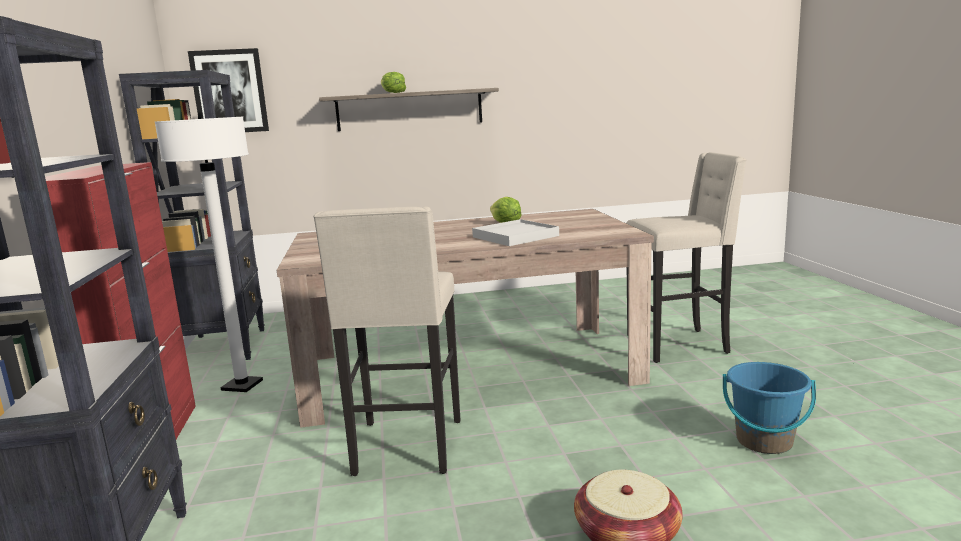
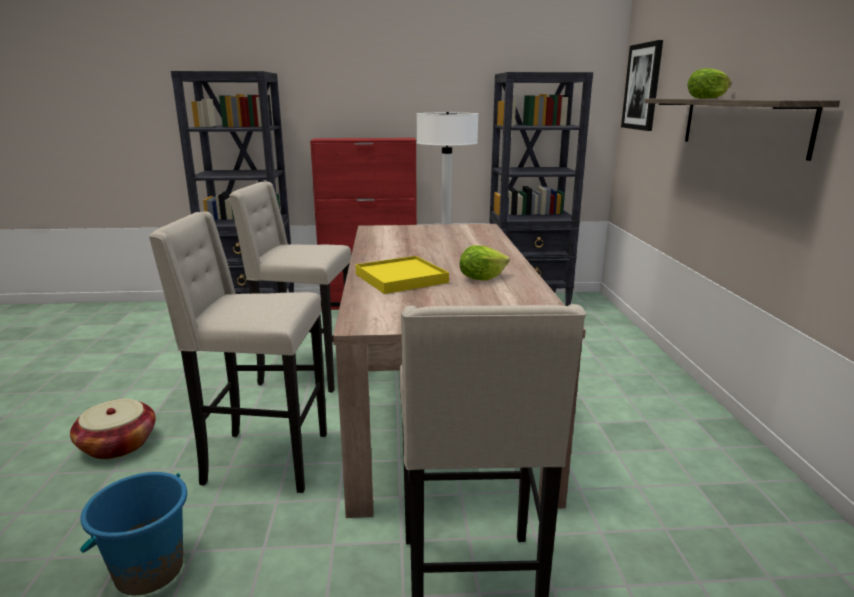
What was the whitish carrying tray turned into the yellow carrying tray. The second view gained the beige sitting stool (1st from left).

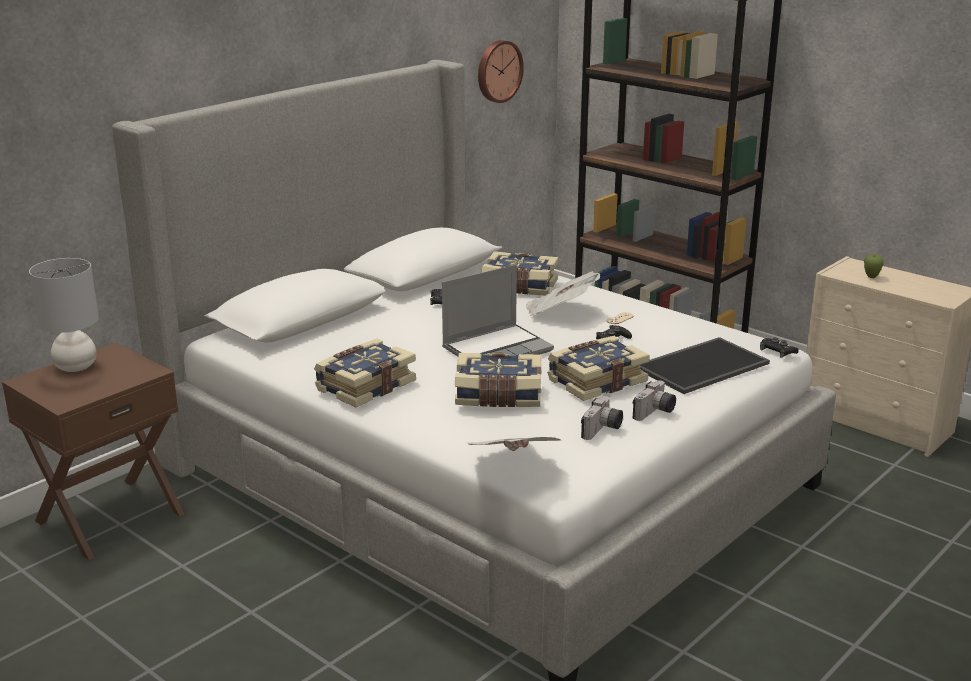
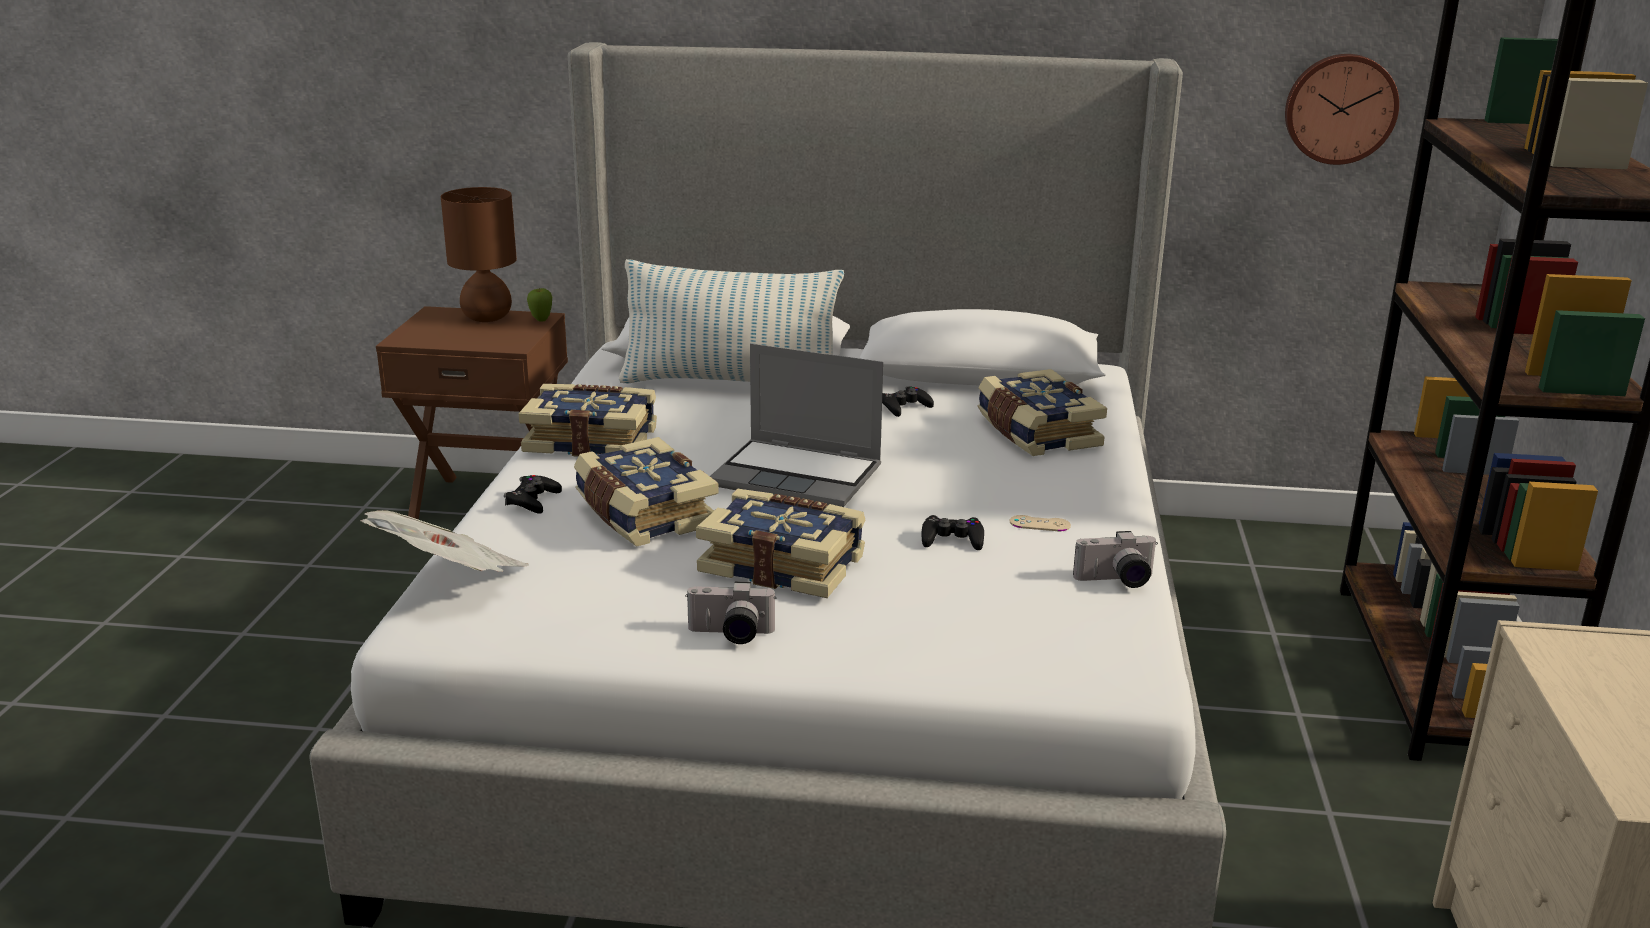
What was the greyish lamp for a table turned into the brown lamp for a table. The second view lost the daily paper (2nd from left). The photo camera (1st from left in the first image) ended up elsewhere. The second view lost the carrying tray. The black joypad (3rd from left in the first image) ended up elsewhere. The apple fruit ended up elsewhere. The second view gained the throw pillow.

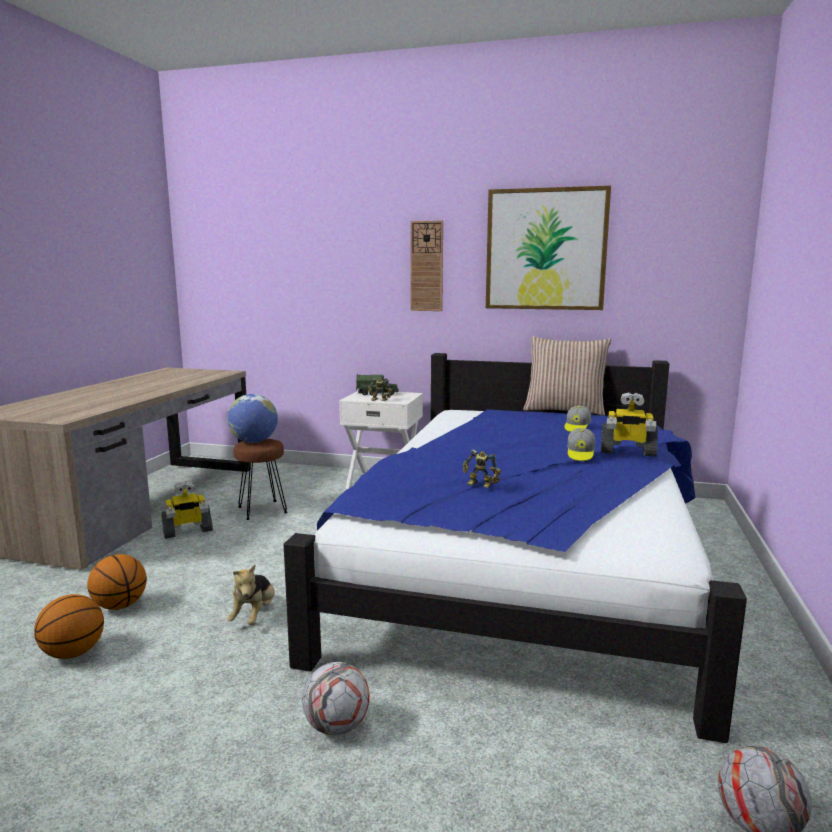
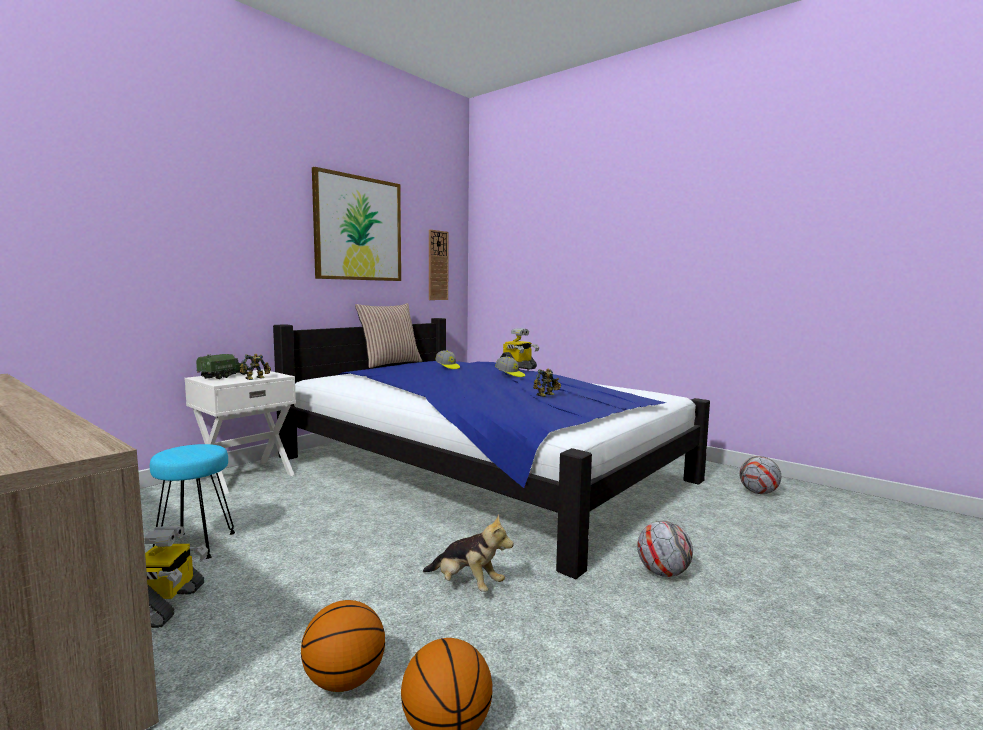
The second view lost the world globe. What was the brown sitting stool turned into the blue-green sitting stool. The wall clock ended up elsewhere.

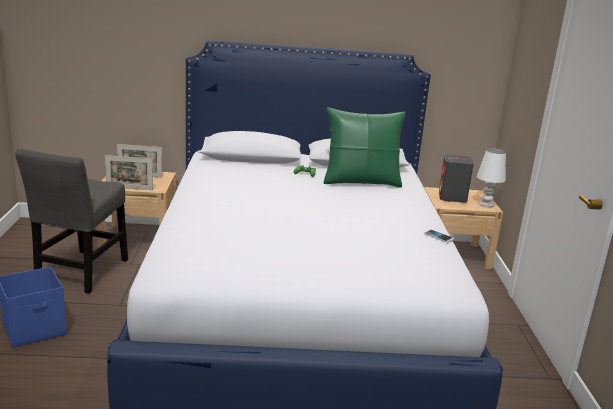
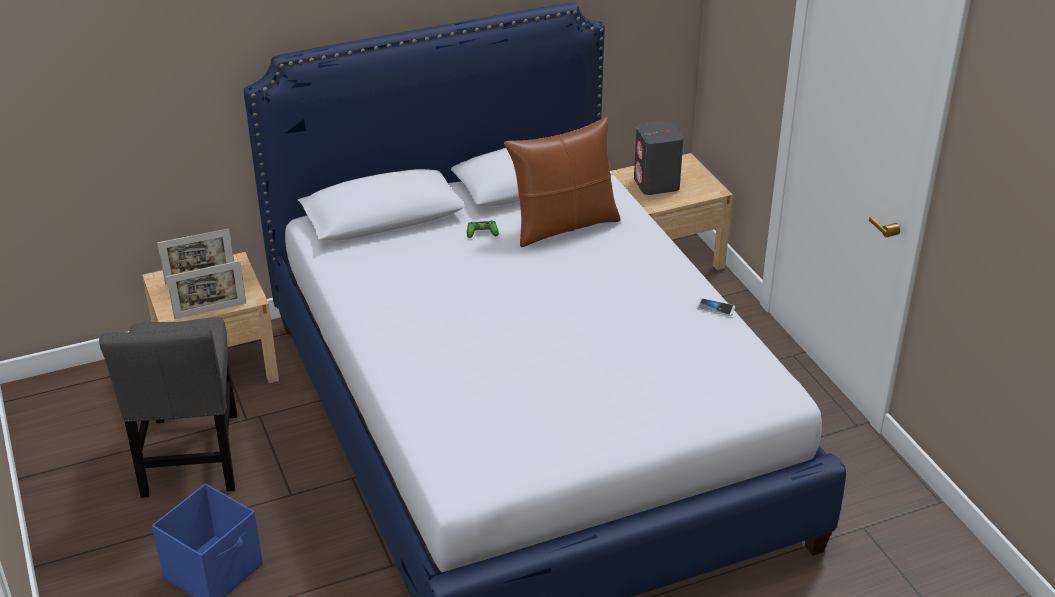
What was the green-coloured throw pillow turned into the brown throw pillow. The second view lost the whitish lamp for a table.

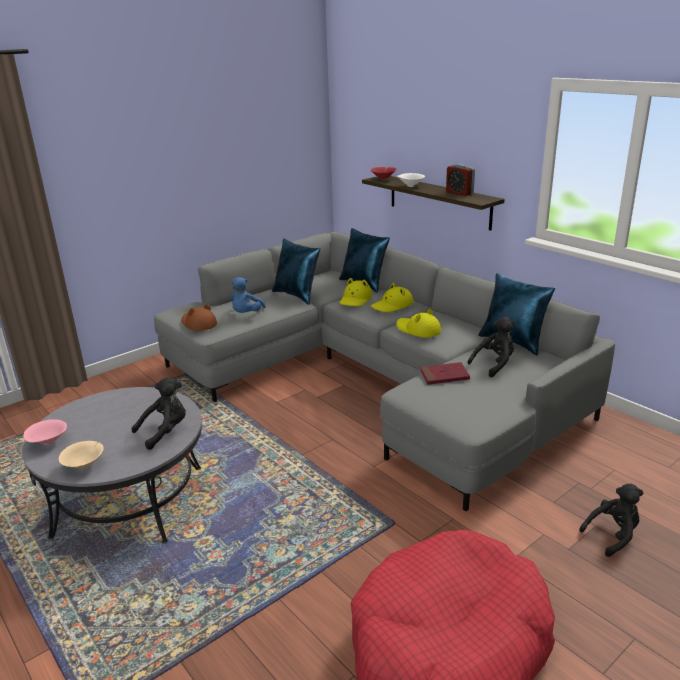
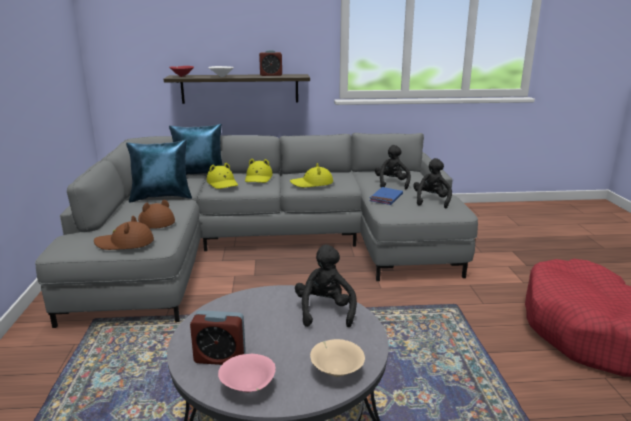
Where the blue-coloured soft toy stood, the brown wearable hat (2nd from left) came to stand. What was the reddish bound book turned into the blue-coloured bound book. The second view lost the blue-coloured throw pillow (3rd from left). The black soft toy (3rd from left) ended up elsewhere. The second view gained the bedside clock (1st from left).

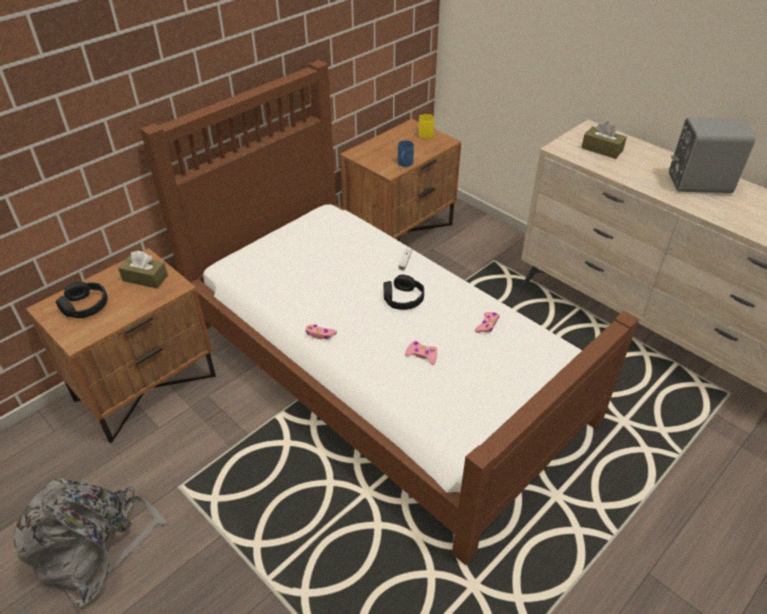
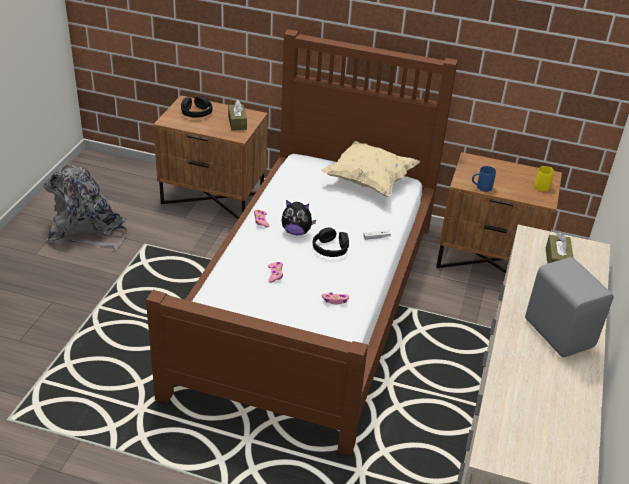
The second view gained the soft toy. The second view gained the beige throw pillow.

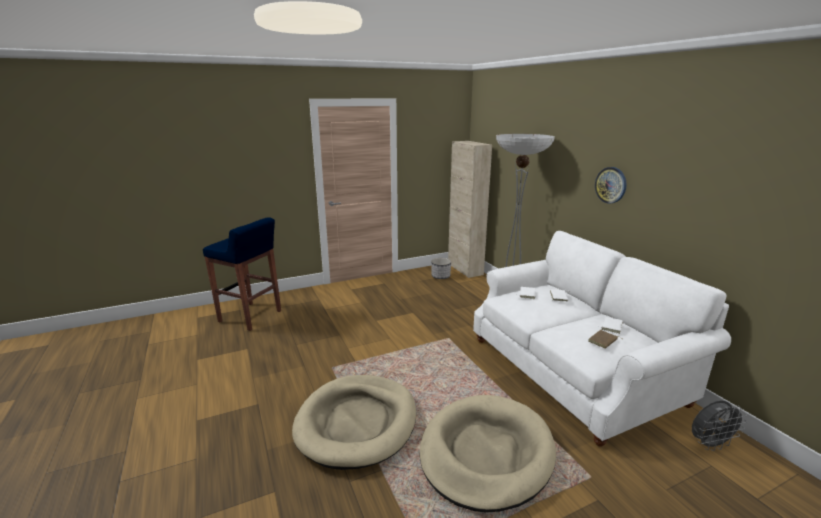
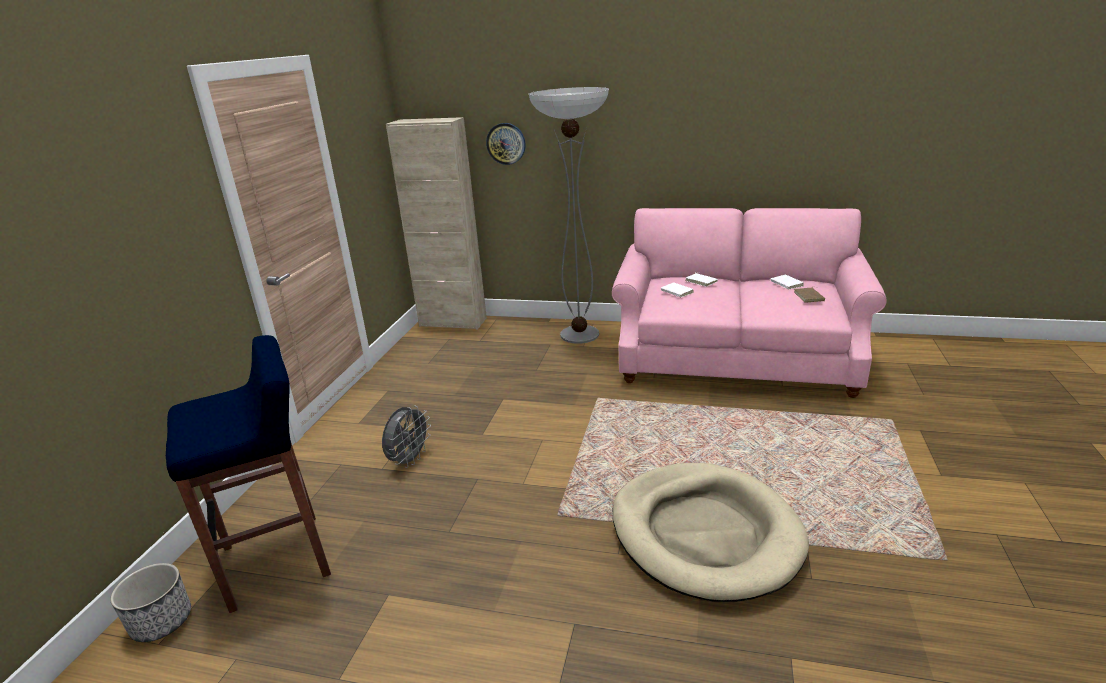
The second view lost the beige dog bed (2nd from left). The planter ended up elsewhere. What was the whitish sofa turned into the pinkish sofa. The wall clock ended up elsewhere. The greyish electric fan ended up elsewhere.

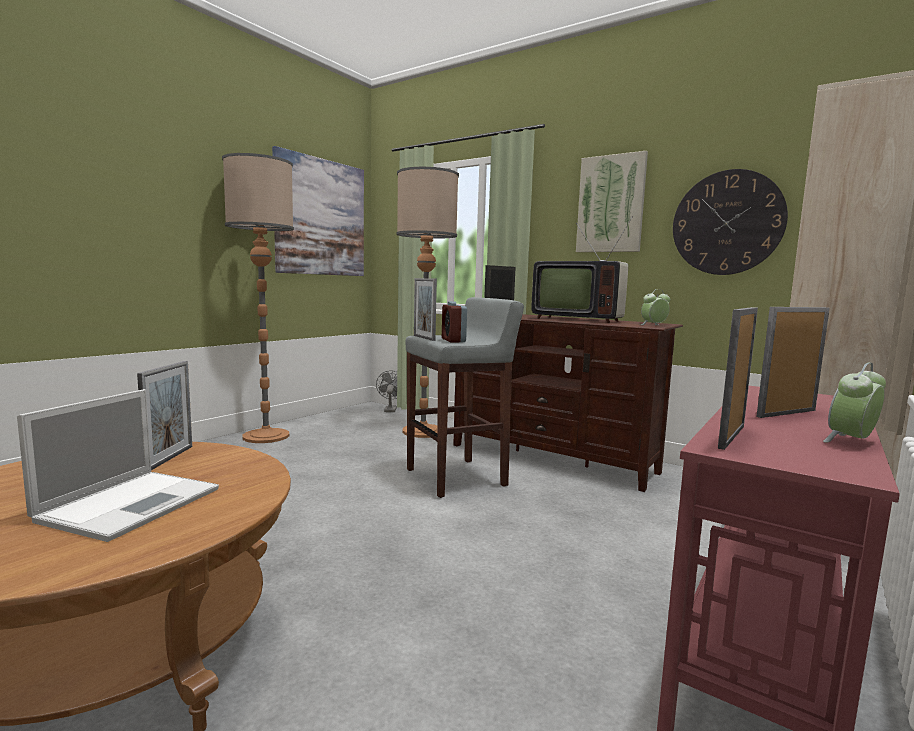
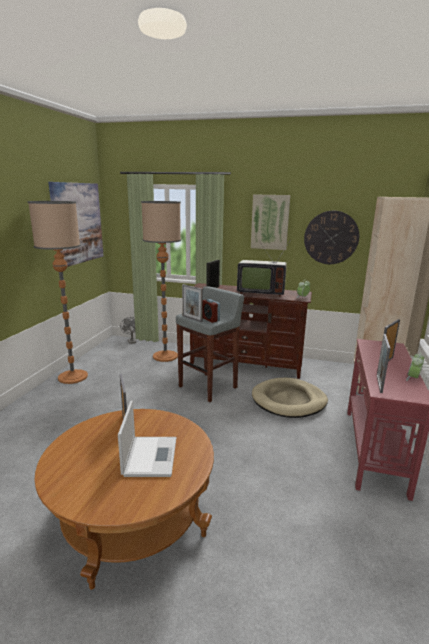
The second view gained the beige dog bed.

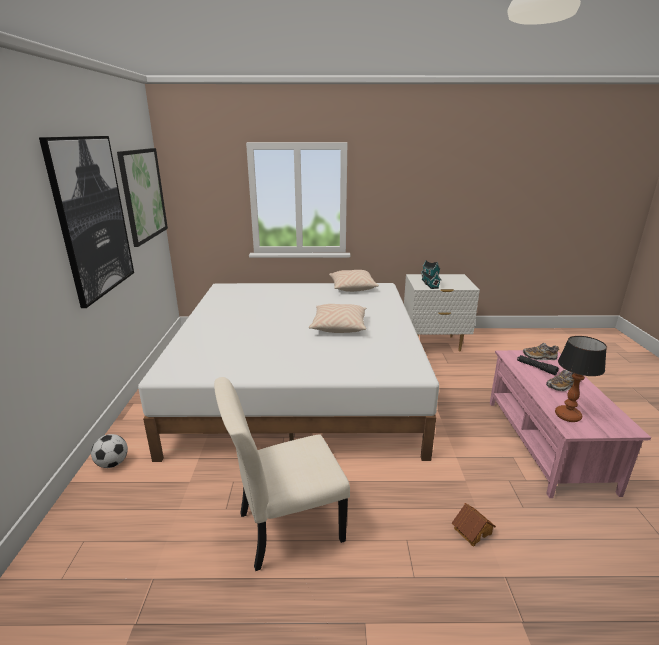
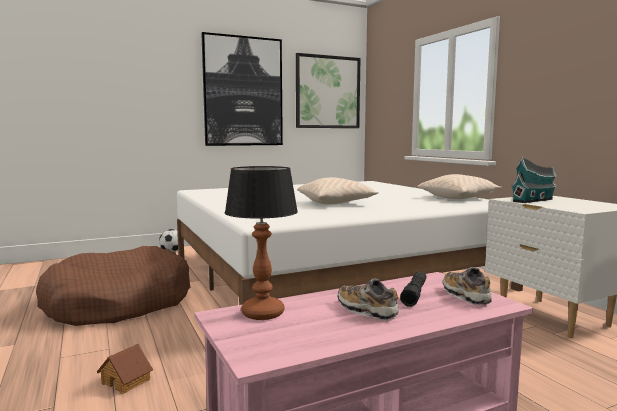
Where the beige chair stood, the brown dog bed came to stand.

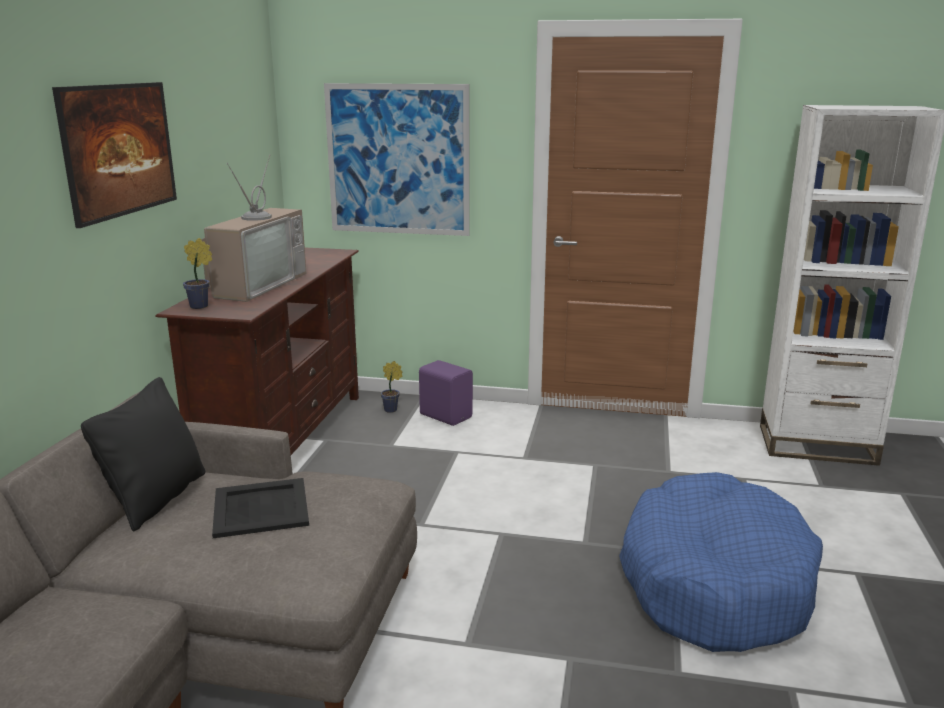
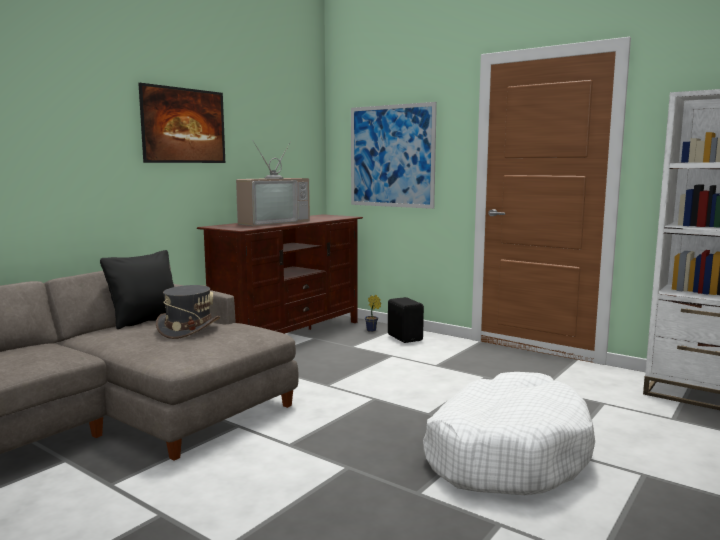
The second view lost the plant in a pot (1st from left). Where the black carrying tray stood, the greyish wearable hat came to stand. What was the purple loudspeaker turned into the black loudspeaker. What was the blue-coloured dog bed turned into the whitish dog bed.

